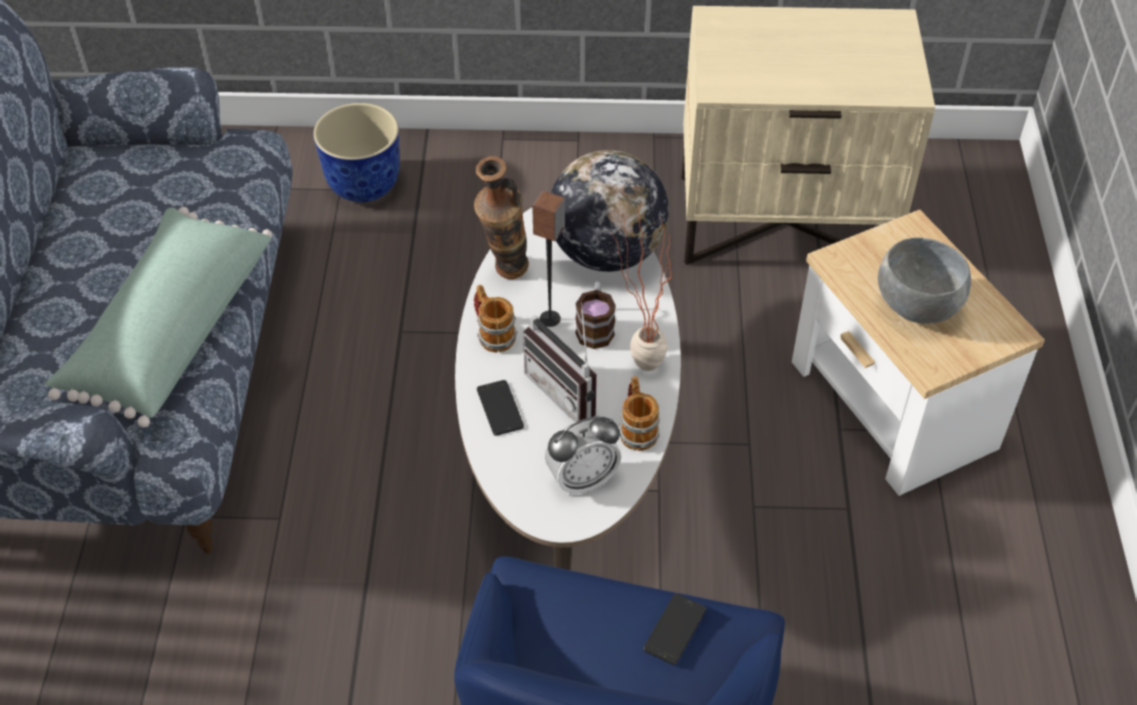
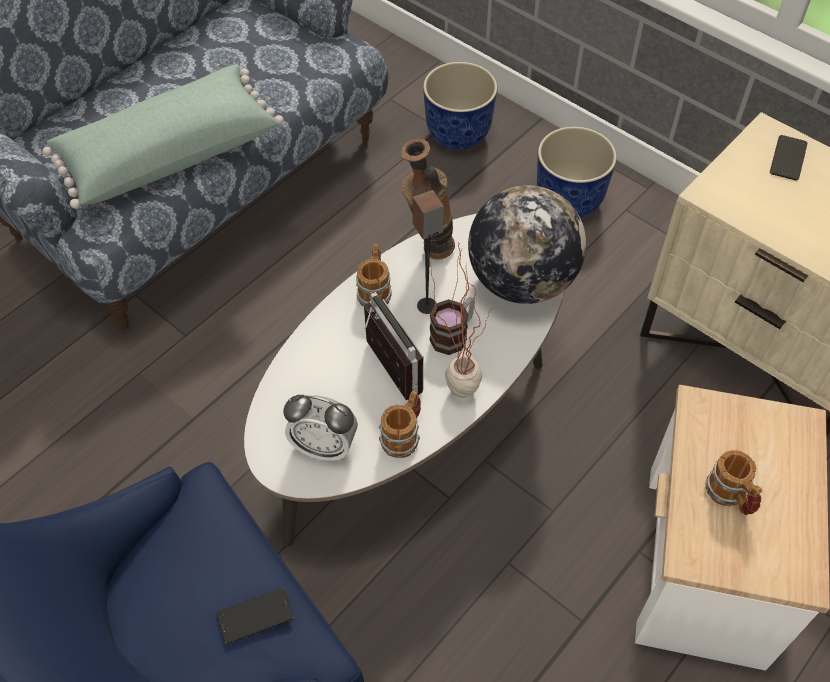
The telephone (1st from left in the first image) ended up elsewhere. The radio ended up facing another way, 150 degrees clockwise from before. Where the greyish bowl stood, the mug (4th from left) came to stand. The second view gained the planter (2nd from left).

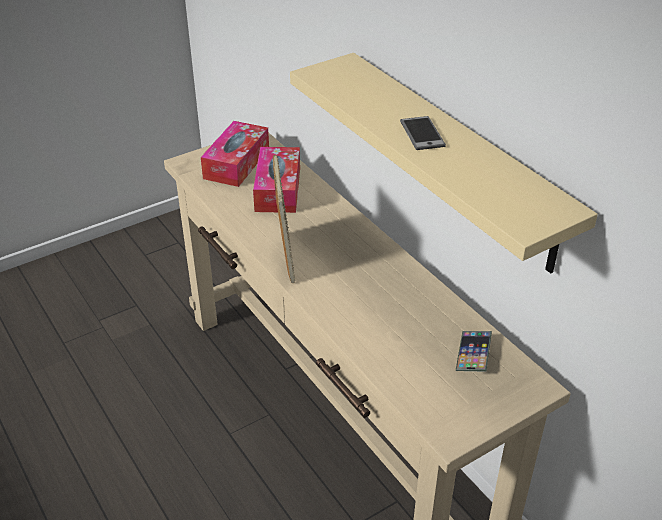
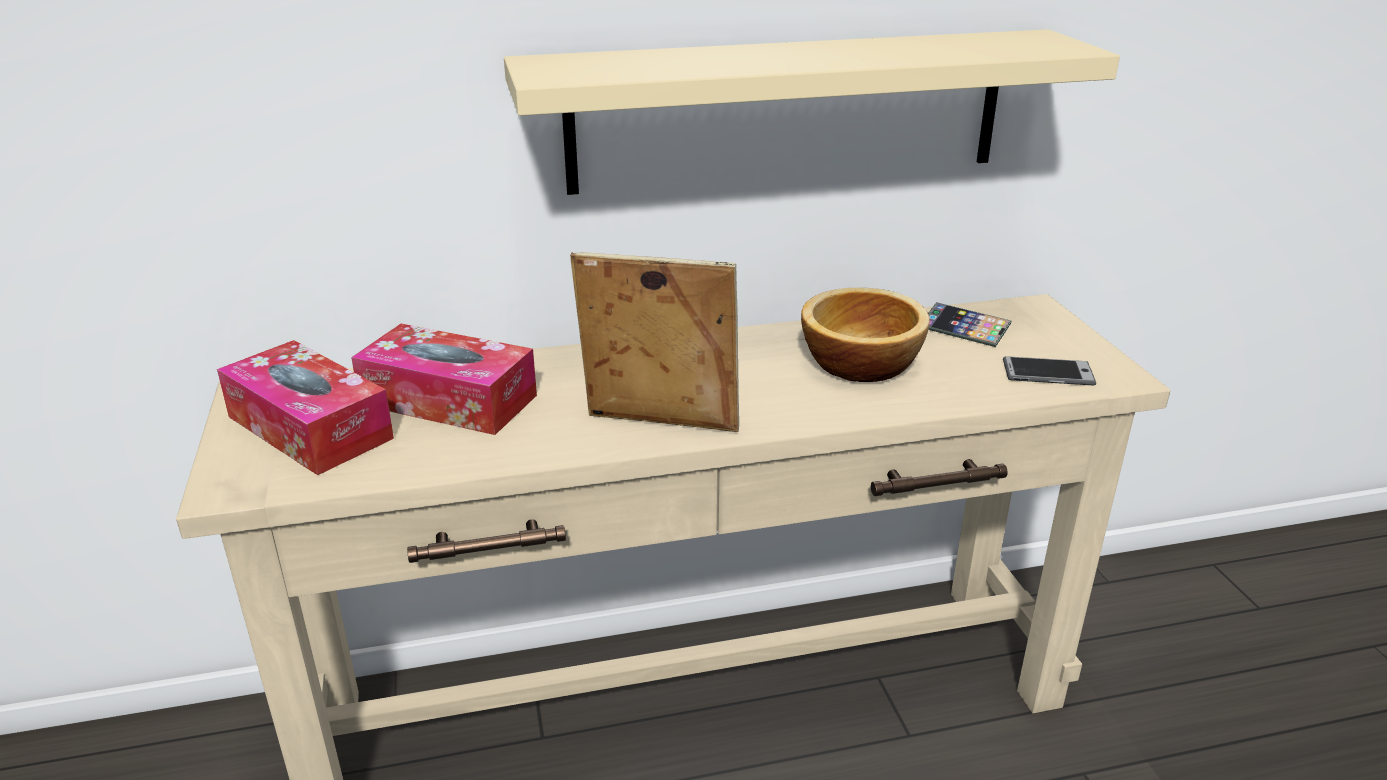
The telephone (1st from left in the first image) ended up elsewhere. The second view gained the bowl.

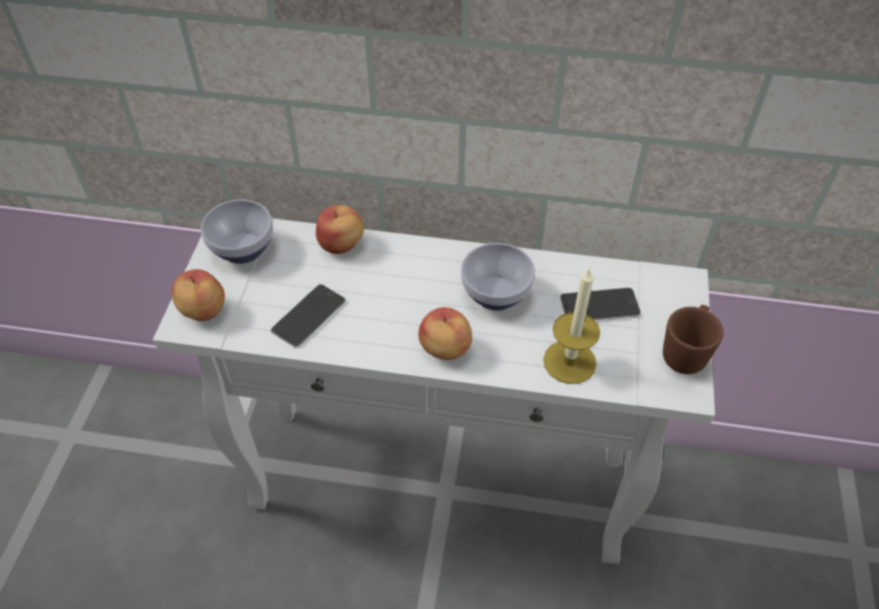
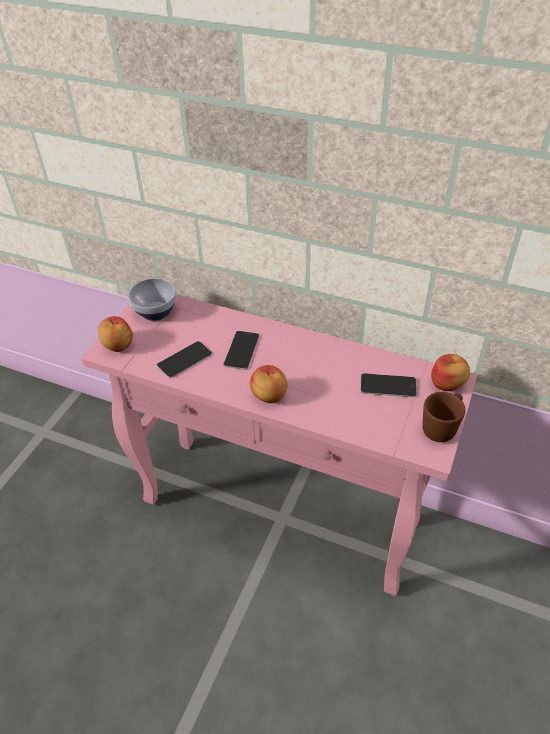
What was the whitish console table turned into the pinkish console table. The apple fruit (2nd from left in the first image) ended up elsewhere. The second view lost the bowl (2nd from left). The second view lost the candle. The second view gained the telephone (2nd from left).

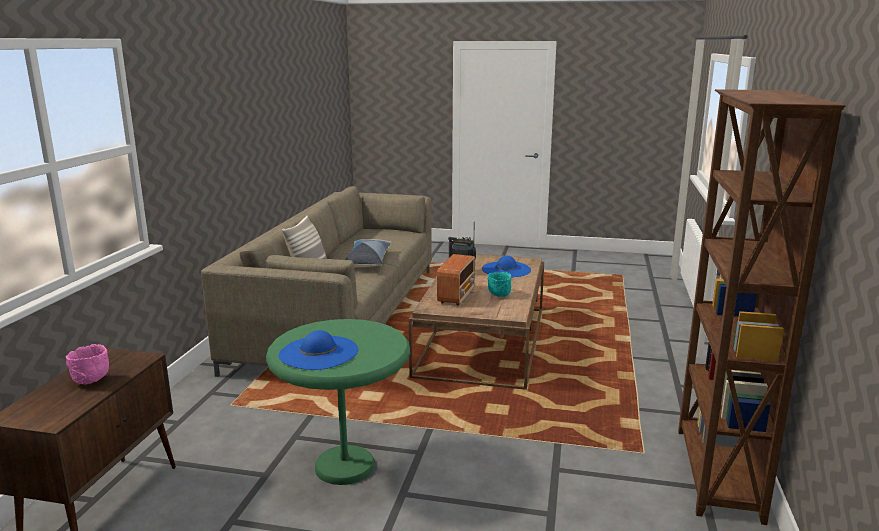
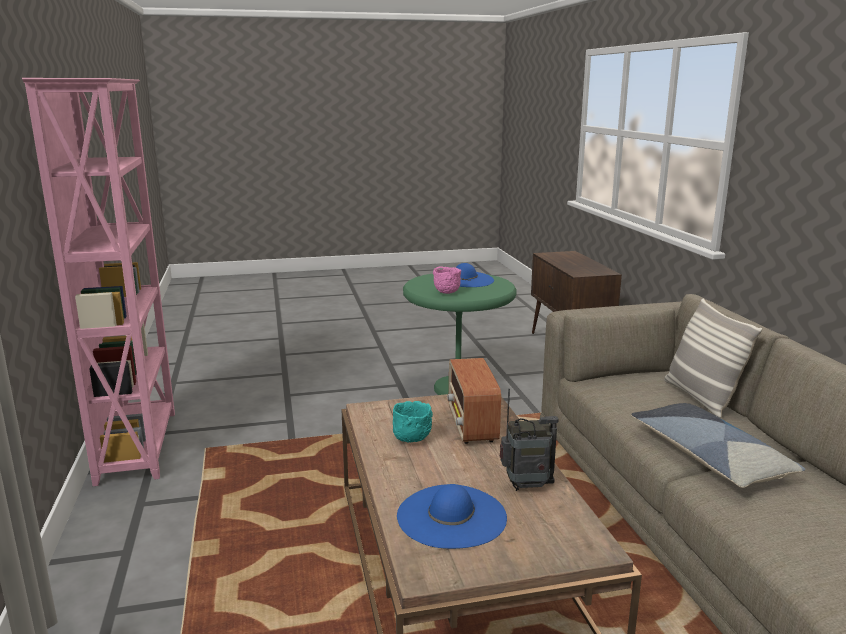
The pinkish bowl ended up elsewhere. What was the brown bookcase turned into the pinkish bookcase.

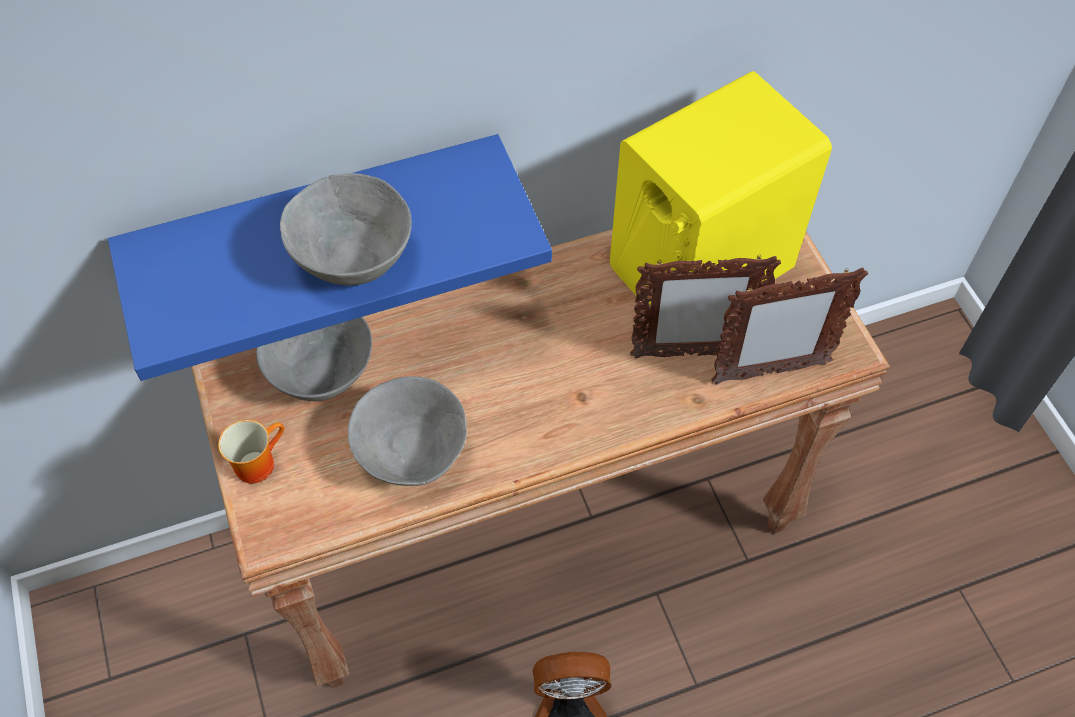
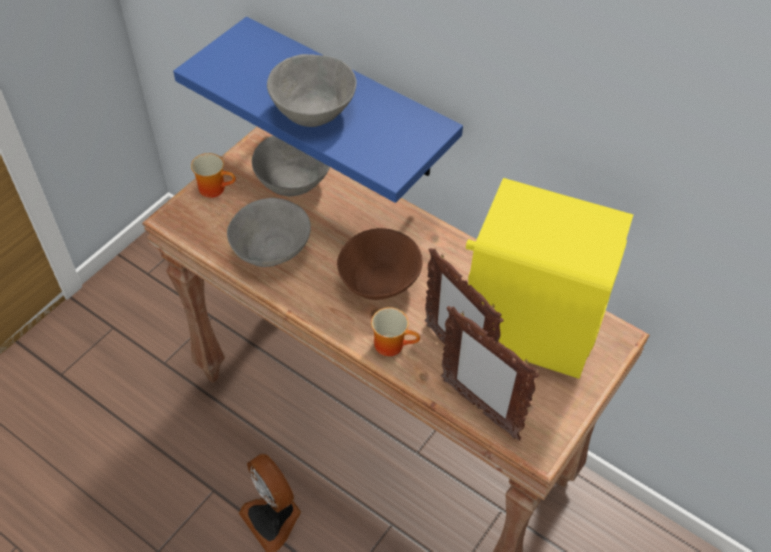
The second view gained the brown bowl. The second view gained the mug (2nd from left).

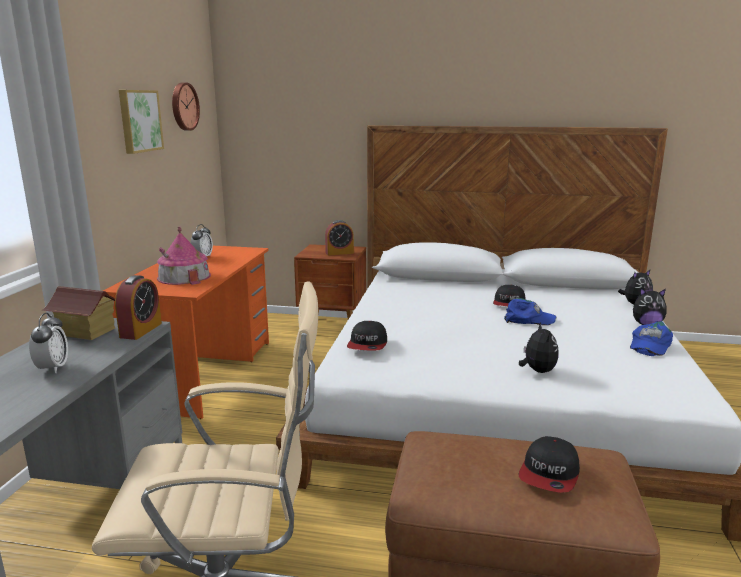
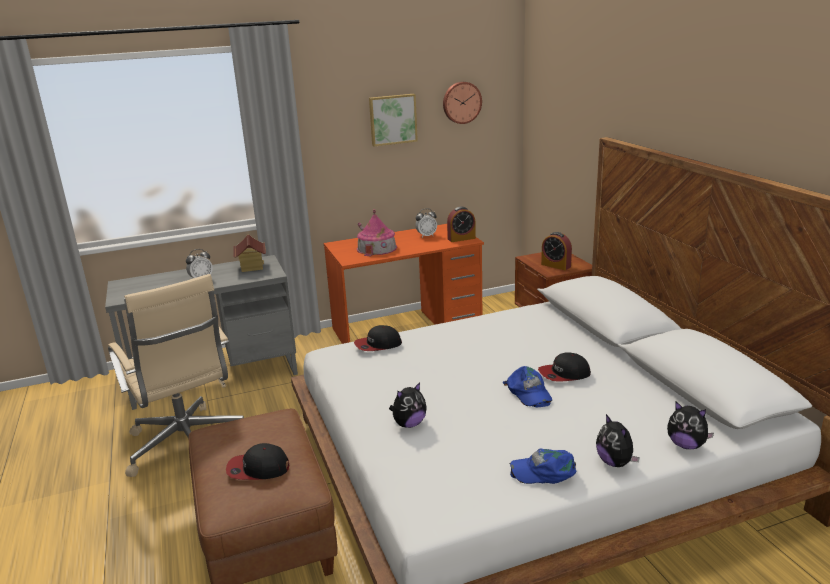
The bedside clock (2nd from left in the first image) ended up elsewhere.

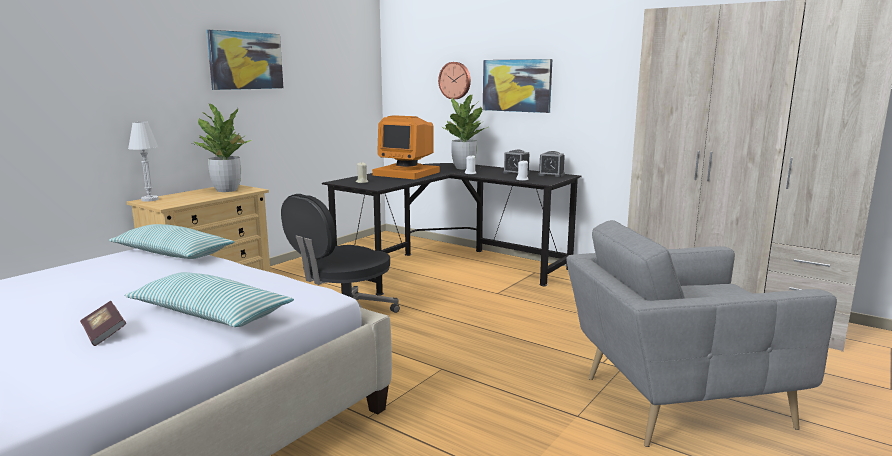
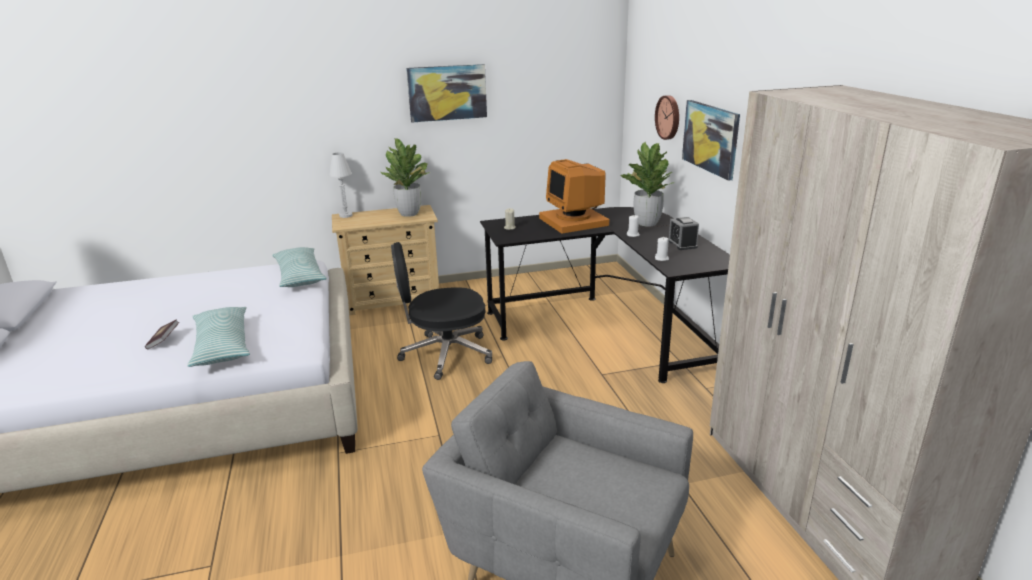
The second view lost the bedside clock (2nd from left).

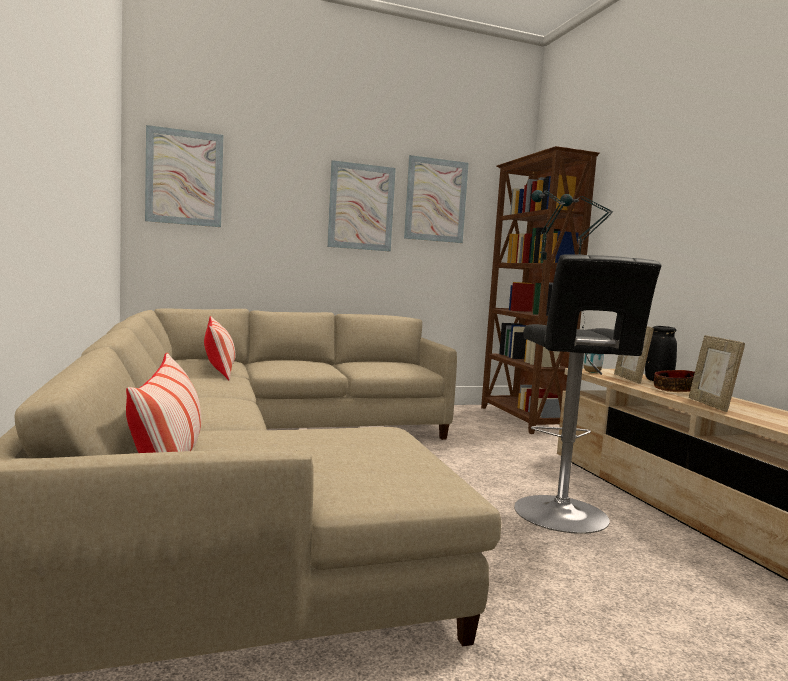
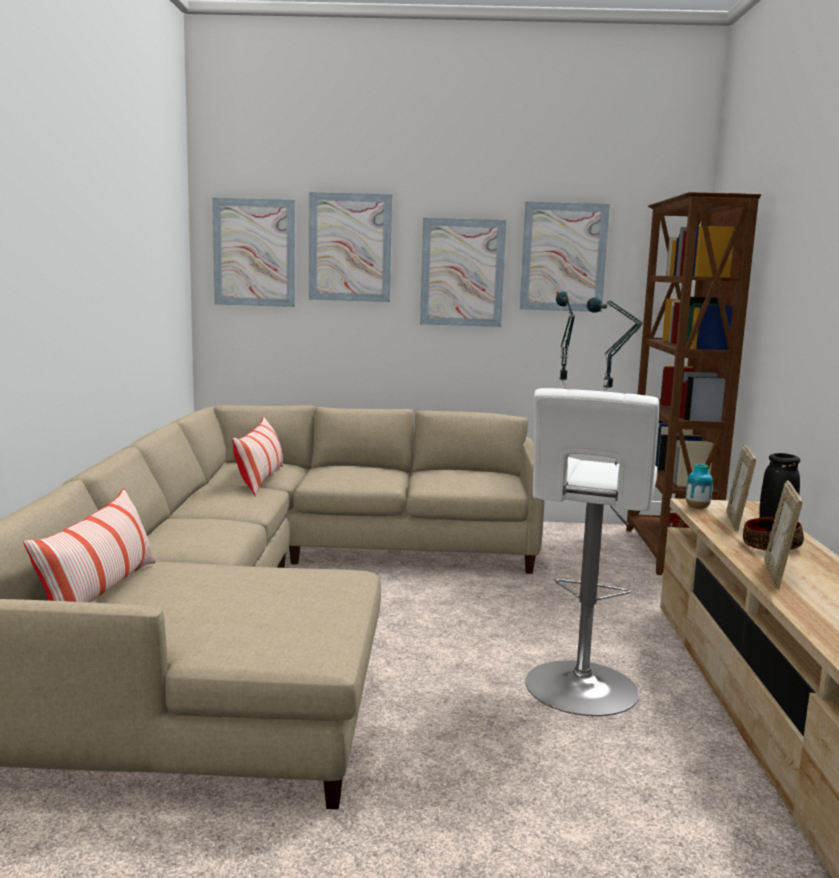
What was the black sitting stool turned into the whitish sitting stool. The second view gained the wall picture (2nd from left).

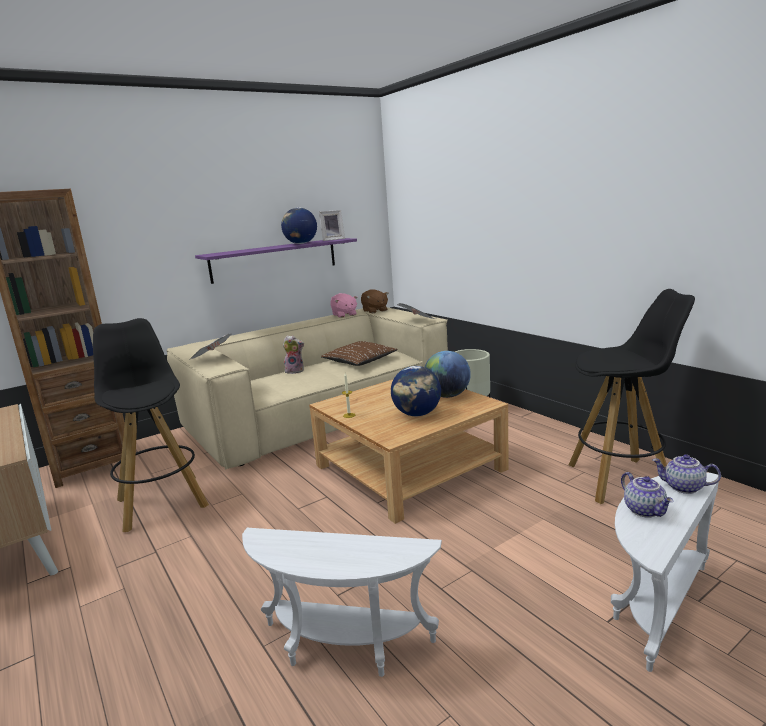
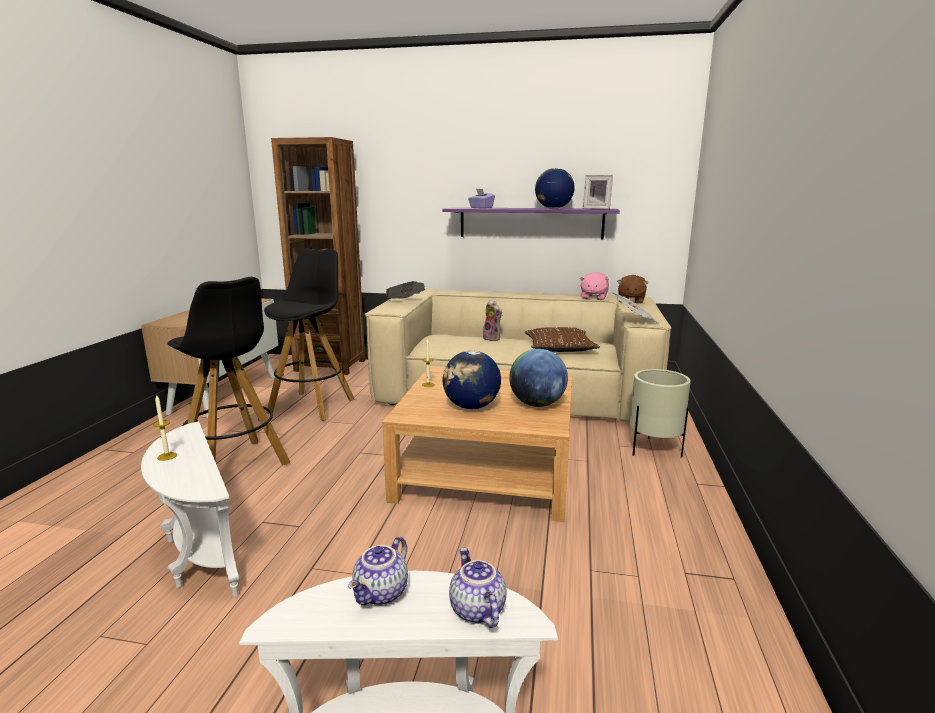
The black sitting stool (2nd from left in the first image) ended up elsewhere. The second view gained the candle (1st from left). The second view gained the purple tissue holder.

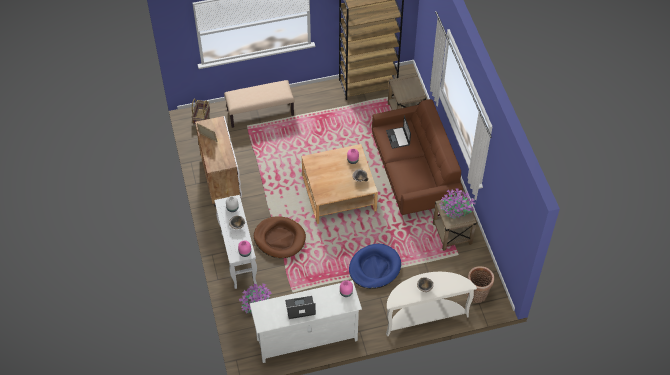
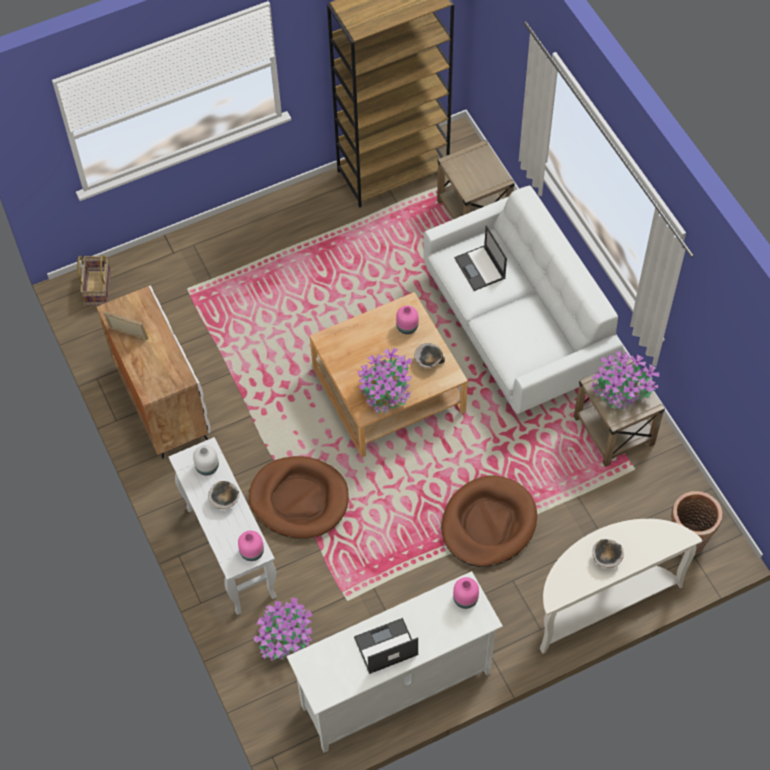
The second view lost the beige indoor bench. What was the blue-coloured dog bed turned into the brown dog bed (2nd from left). What was the brown sofa turned into the whitish sofa. The second view gained the plant in a pot (2nd from left).

